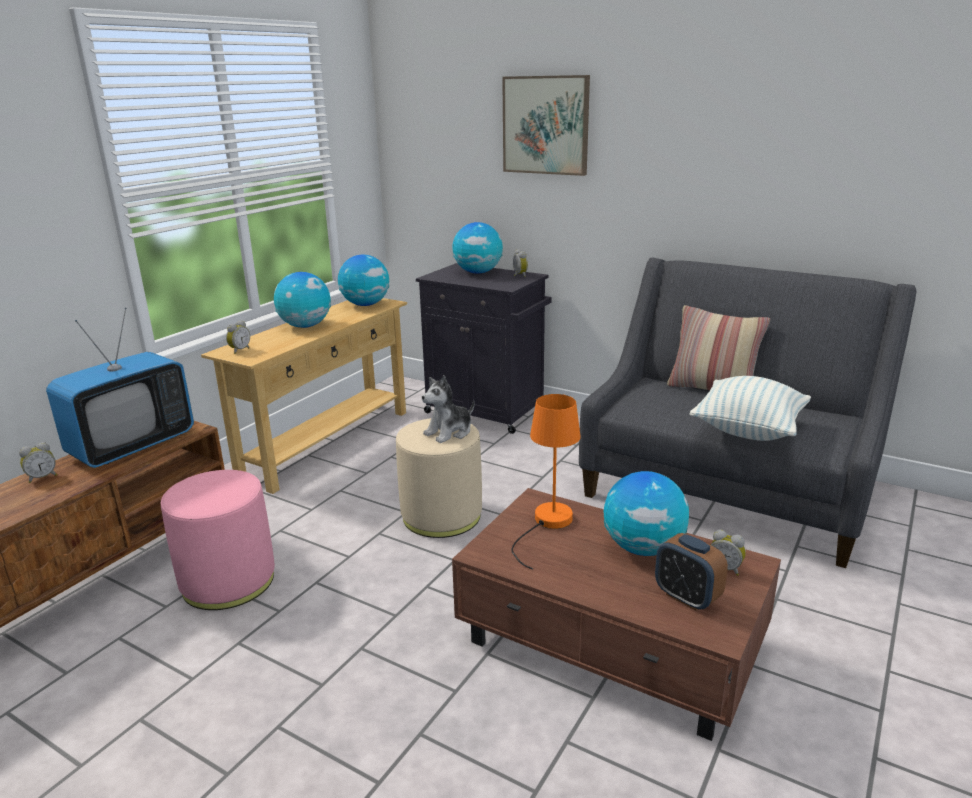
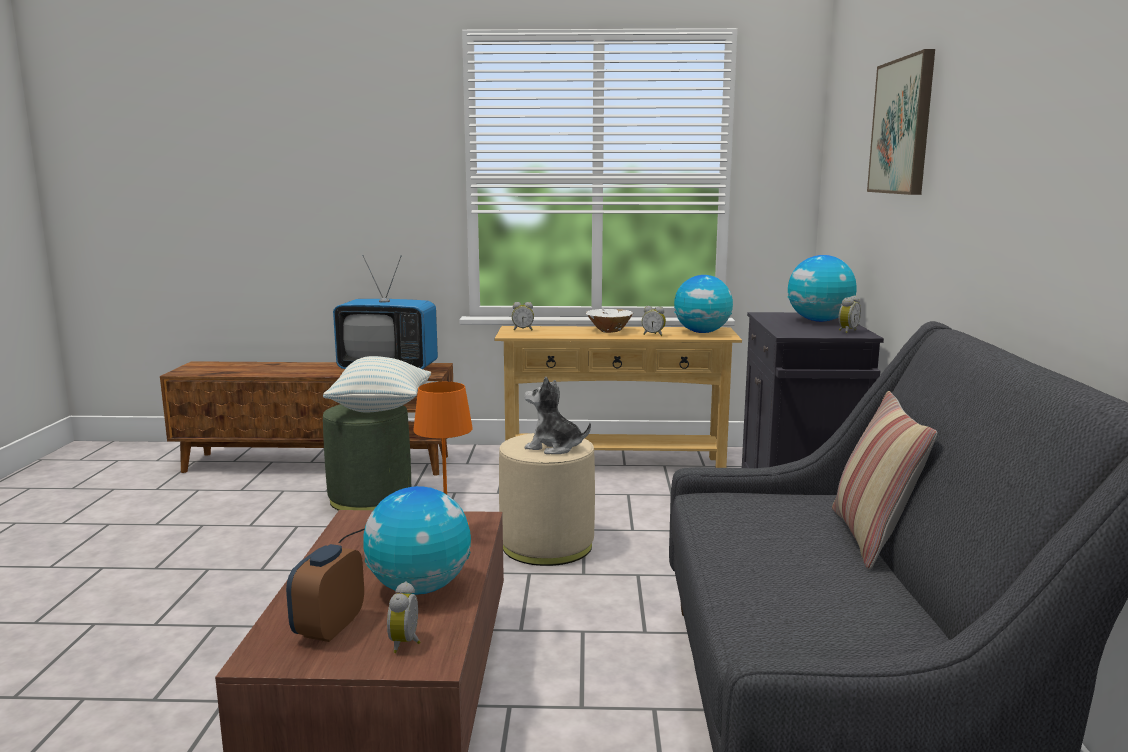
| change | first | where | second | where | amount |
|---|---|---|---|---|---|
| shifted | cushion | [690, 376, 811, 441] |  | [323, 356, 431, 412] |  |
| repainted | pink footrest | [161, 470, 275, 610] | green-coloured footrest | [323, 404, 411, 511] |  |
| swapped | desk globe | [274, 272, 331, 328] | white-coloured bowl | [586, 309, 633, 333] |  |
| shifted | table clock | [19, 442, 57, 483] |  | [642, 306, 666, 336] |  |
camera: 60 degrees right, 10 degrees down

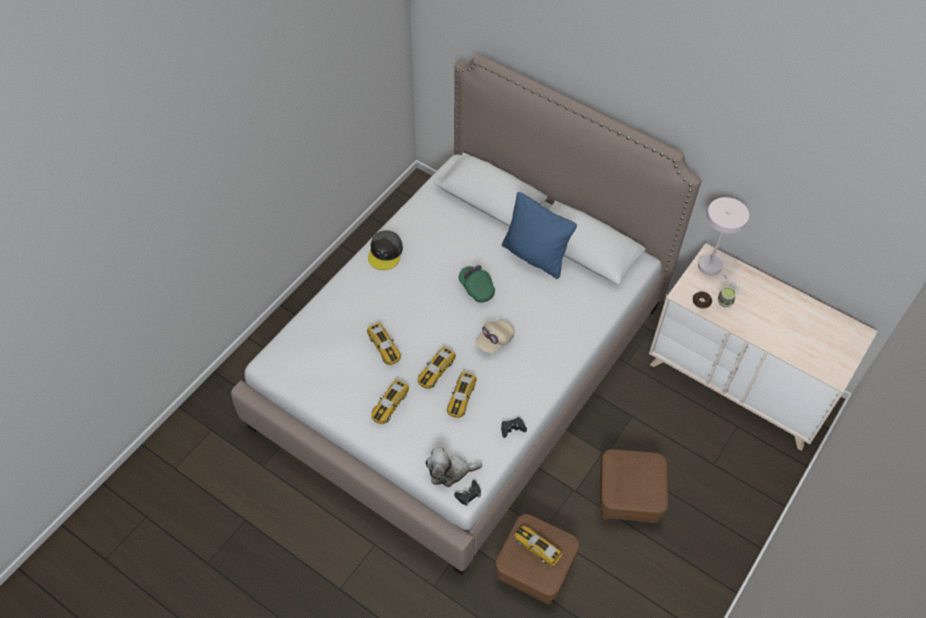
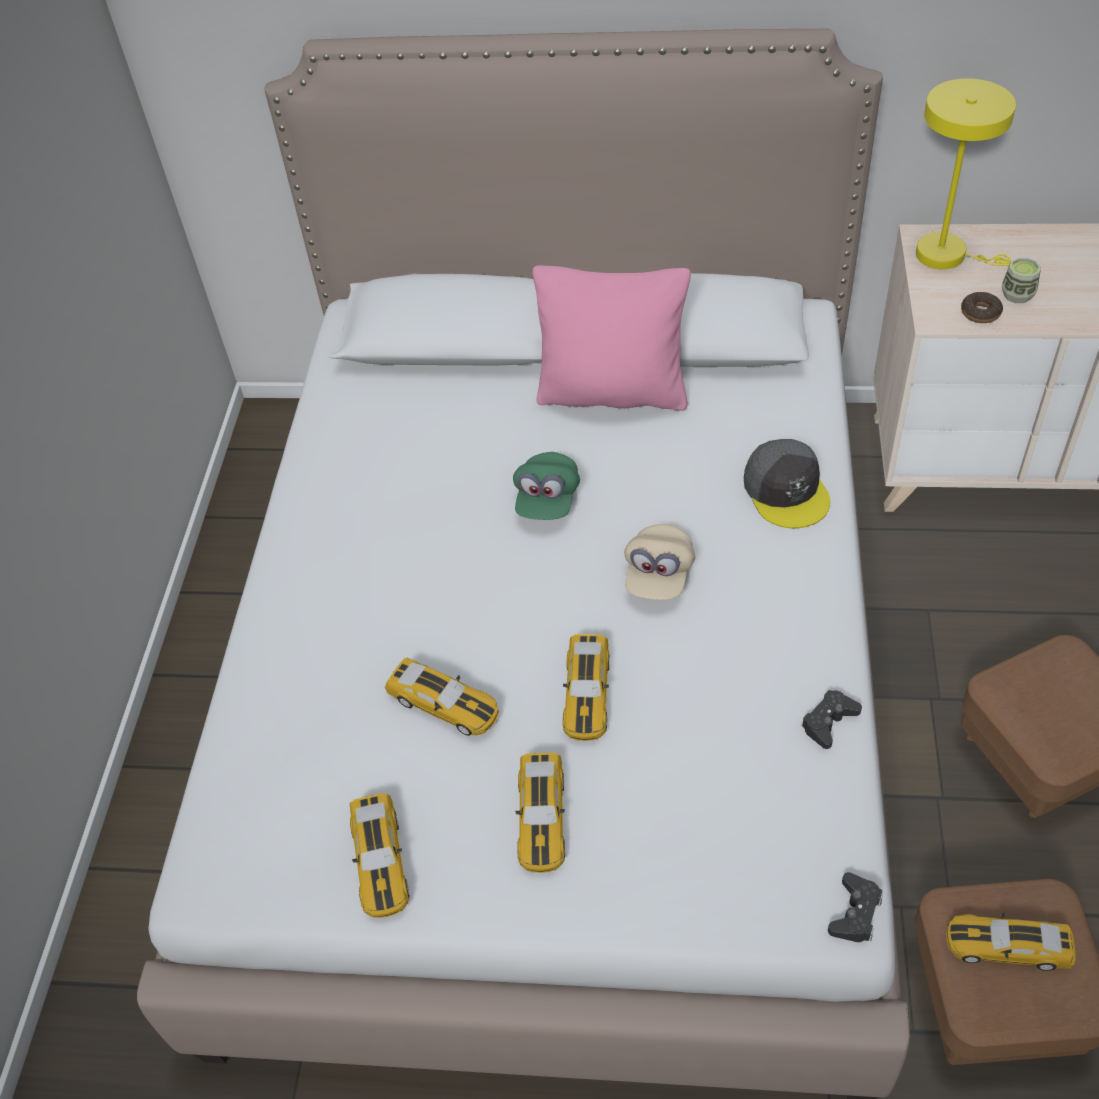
| change | first | where | second | where | amount |
|---|---|---|---|---|---|
| shifted | model car | [447, 372, 477, 418] |  | [350, 793, 410, 918] |  |
| rotated | green-coloured cap | [459, 265, 495, 303] |  | [513, 452, 580, 520] | 105 degrees counterclockwise |
| repainted | blue cushion | [502, 192, 577, 279] | pink cushion | [532, 265, 691, 411] |  |
| shifted | gray cap | [368, 230, 403, 270] |  | [744, 439, 830, 528] |  |
| repainted | white-coloured tabletop lamp | [698, 197, 749, 294] | yellow-coloured tabletop lamp | [916, 78, 1016, 269] |  |
| gone | soft toy | [425, 447, 482, 487] |  |  |  |
camera: 25 degrees left, 5 degrees down

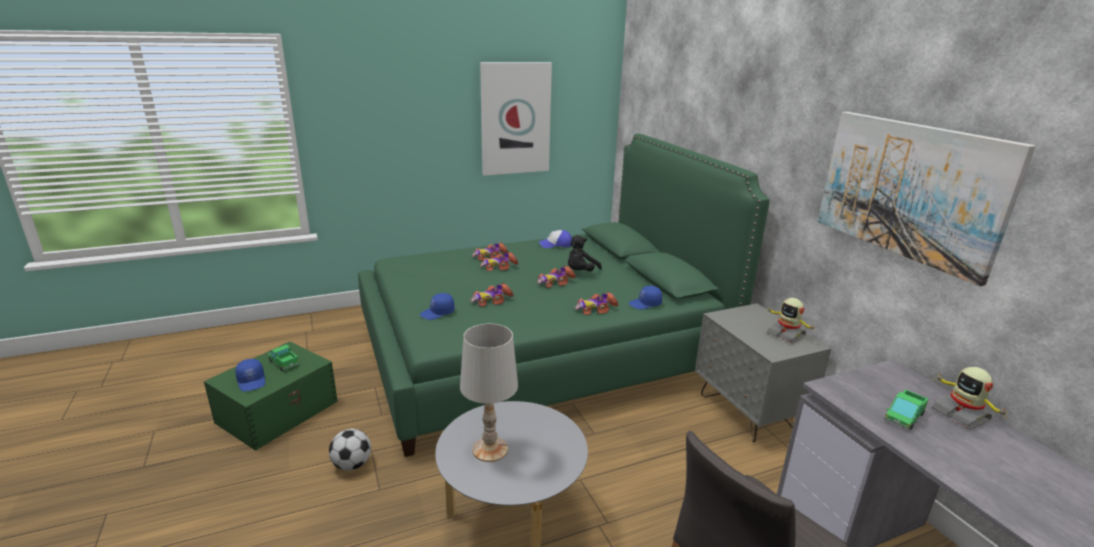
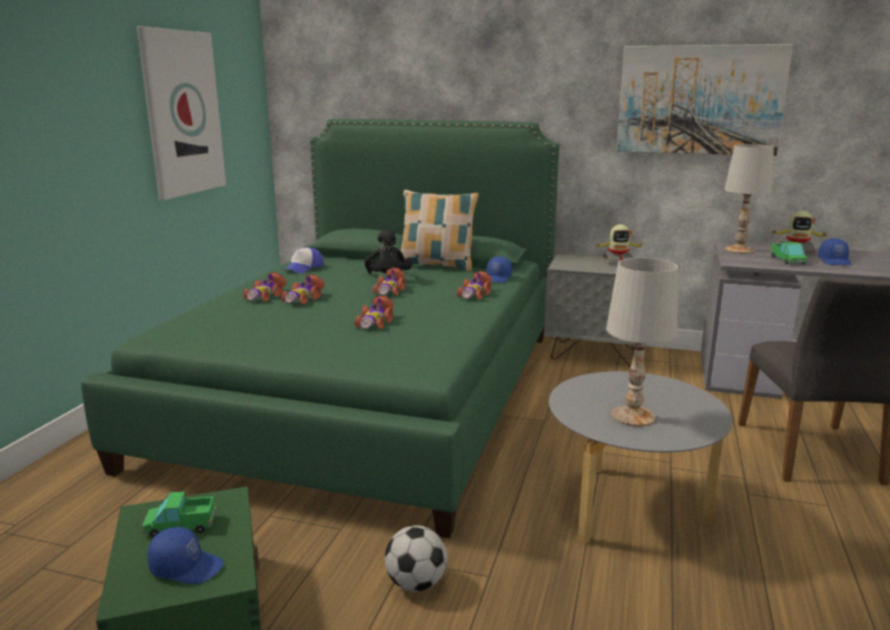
| change | first | where | second | where | amount |
|---|---|---|---|---|---|
| new |  |  | cushion | [401, 190, 479, 272] |  |
| new |  |  | white-coloured tabletop lamp | [724, 144, 774, 254] |  |
| shifted | blue cap | [420, 293, 455, 320] |  | [818, 238, 852, 265] |  |
camera: 50 degrees left, 5 degrees down

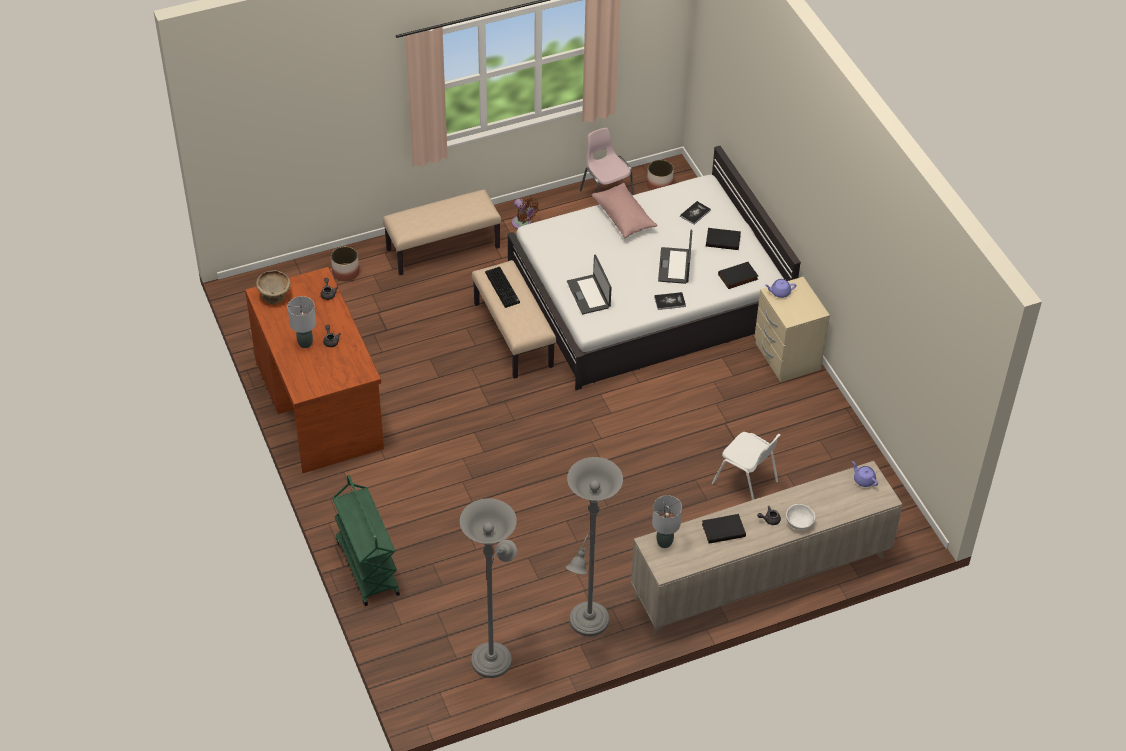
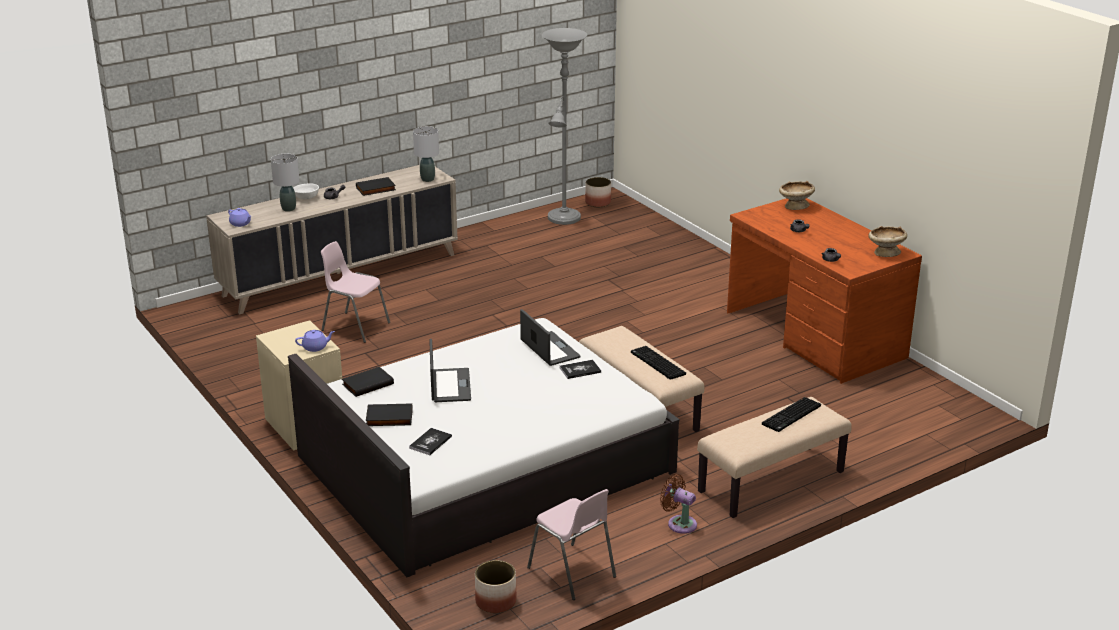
| change | first | where | second | where | amount |
|---|---|---|---|---|---|
| shifted | gray tabletop lamp | [287, 296, 316, 348] |  | [271, 154, 299, 212] |  |
| repainted | white-coloured chair | [712, 432, 781, 500] | pink chair | [321, 241, 390, 343] |  |
| shifted | volume | [654, 292, 686, 310] |  | [560, 360, 601, 379] |  |
| shifted | plant pot | [331, 246, 359, 281] |  | [585, 177, 611, 207] |  |
| new |  |  | computer keyboard | [762, 397, 821, 432] |  |
| new |  |  | beige-coloured bowl | [779, 181, 815, 210] |  |
| gone | green-coloured cart | [332, 475, 400, 606] |  |  |  |
| gone | gray standard lamp | [566, 457, 623, 637] |  |  |  |
| gone | pink cushion | [592, 183, 657, 238] |  |  |  |
camera: 170 degrees right, 20 degrees down

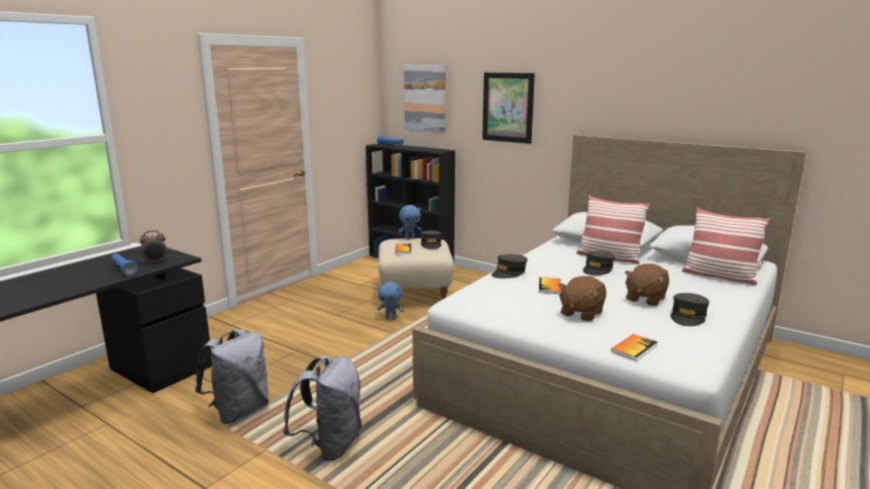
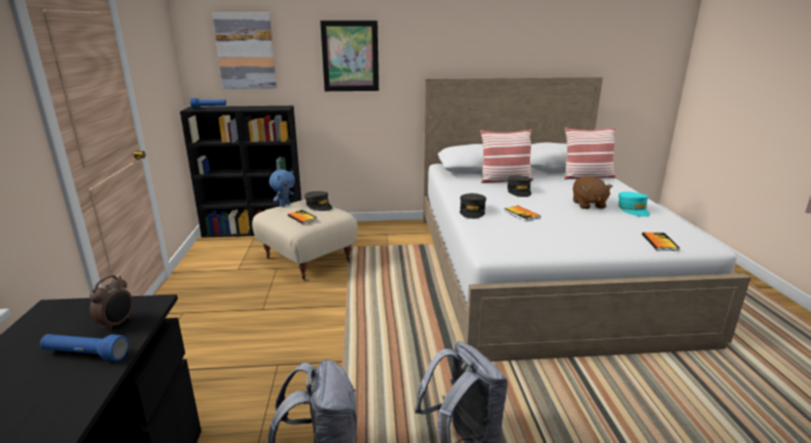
| change | first | where | second | where | amount |
|---|---|---|---|---|---|
| repainted | gray cap | [671, 293, 709, 326] | turquoise cap | [618, 192, 650, 217] |  |
| gone | blue soft toy | [377, 281, 404, 319] |  |  |  |
| gone | brownish soft toy | [558, 276, 606, 321] |  |  |  |
camera: 40 degrees left, 5 degrees up

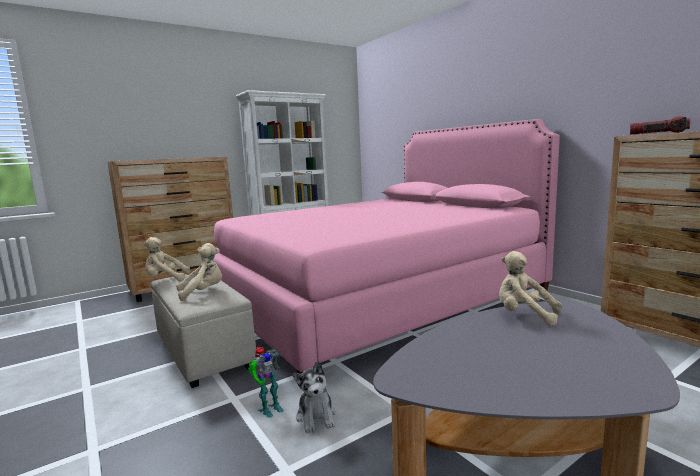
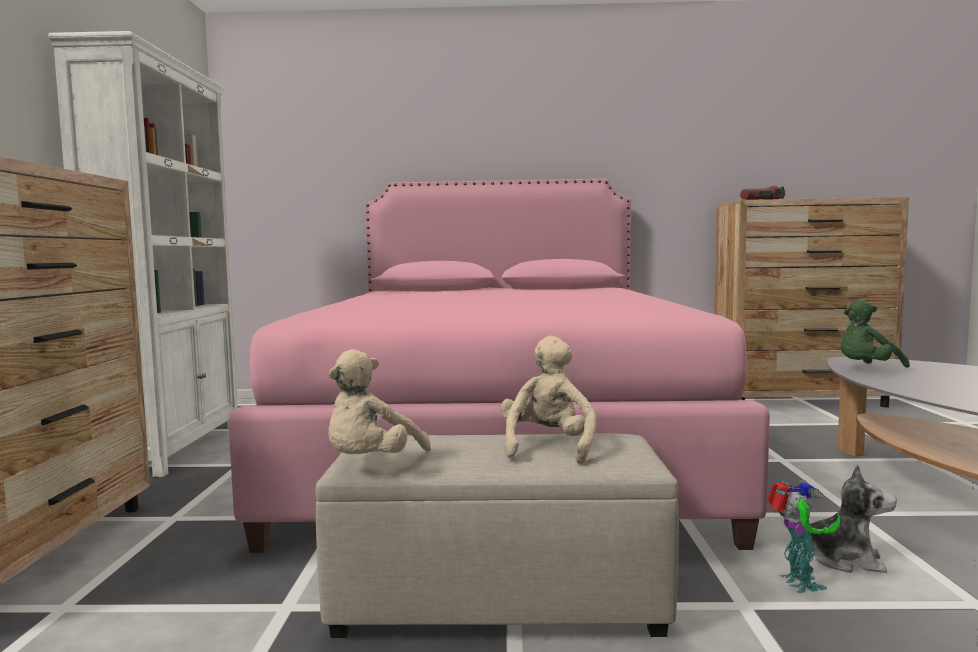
| change | first | where | second | where | amount |
|---|---|---|---|---|---|
| repainted | beige-coloured soft toy | [499, 251, 562, 326] | green-coloured soft toy | [841, 299, 910, 368] |  |
camera: 55 degrees left, 5 degrees down

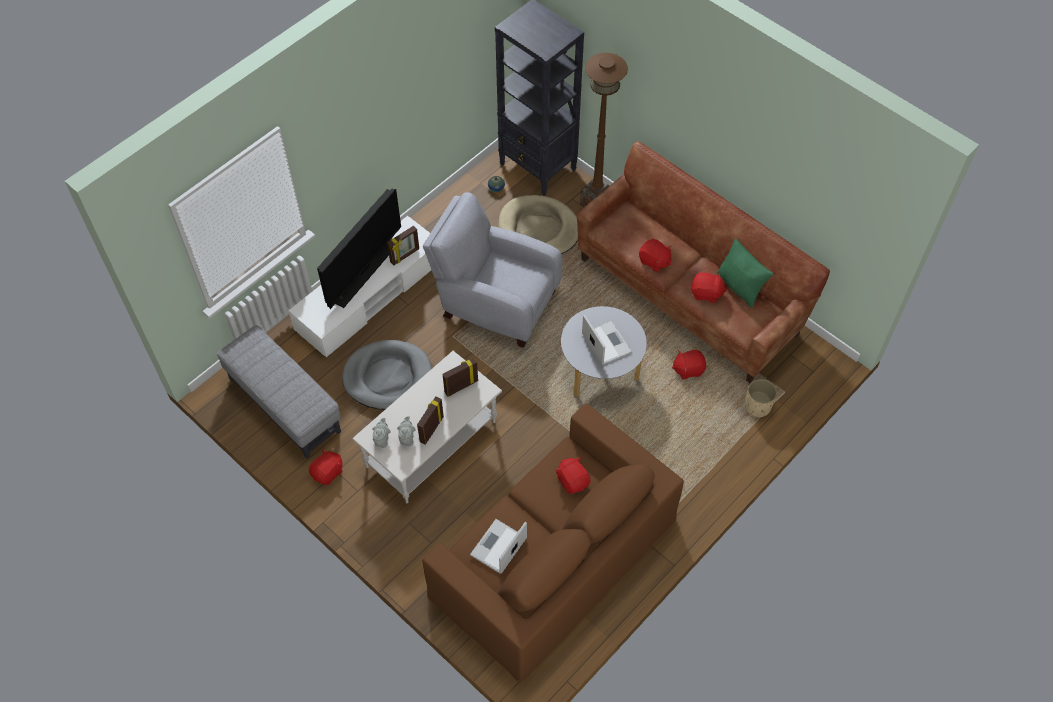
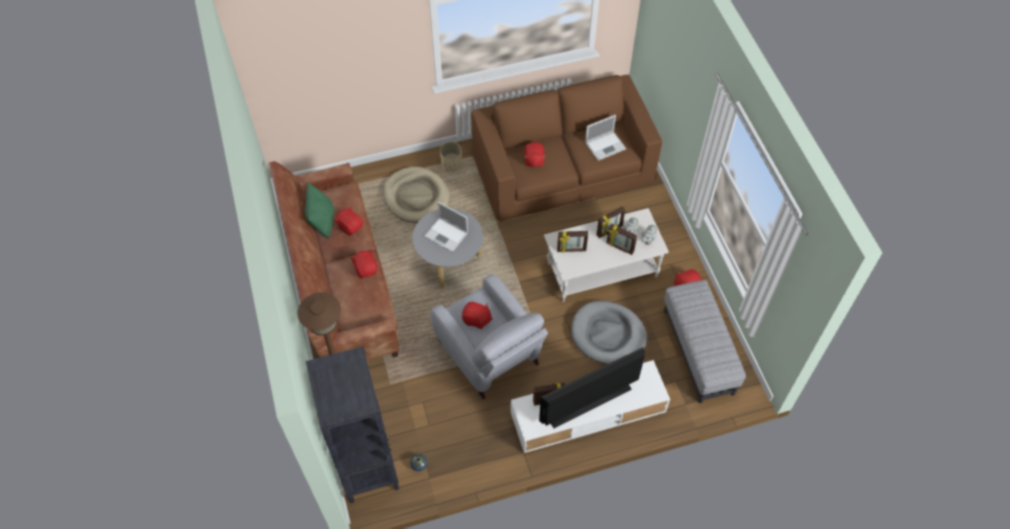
| change | first | where | second | where | amount |
|---|---|---|---|---|---|
| shifted | beige-coloured pet bed | [498, 195, 578, 254] |  | [383, 167, 450, 223] |  |
| rotated | portable computer | [582, 315, 632, 365] |  | [424, 202, 468, 252] | 60 degrees counterclockwise |
| shifted | beige-coloured plant pot | [745, 379, 777, 418] |  | [440, 142, 462, 172] |  |
| shifted | red soft toy | [672, 350, 706, 379] |  | [462, 302, 493, 329] |  |
| new |  |  | standing frame | [606, 223, 637, 255] |  |
camera: 150 degrees left, 0 degrees up

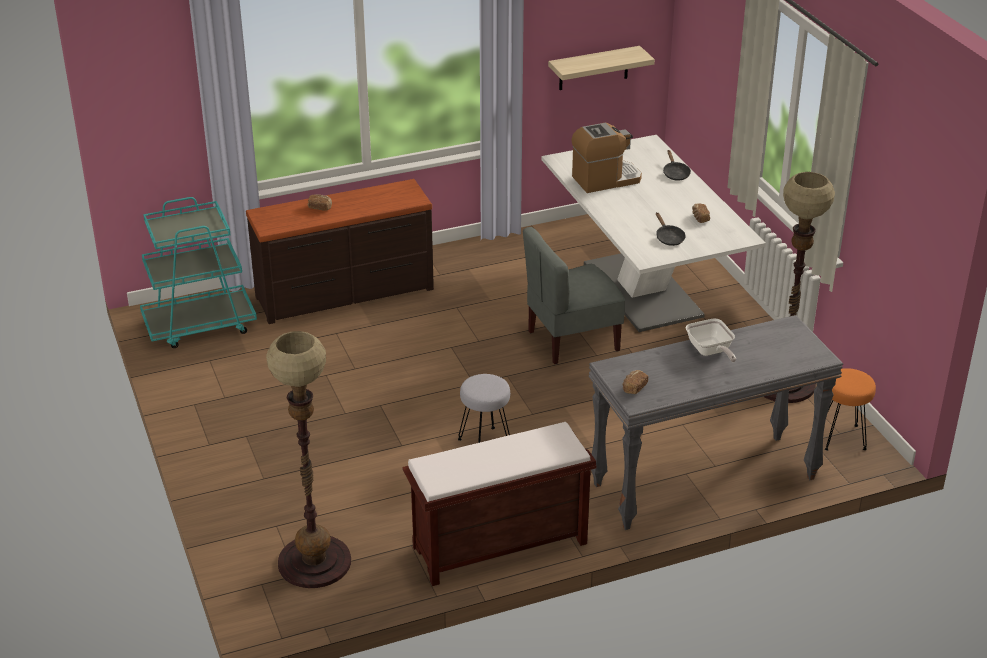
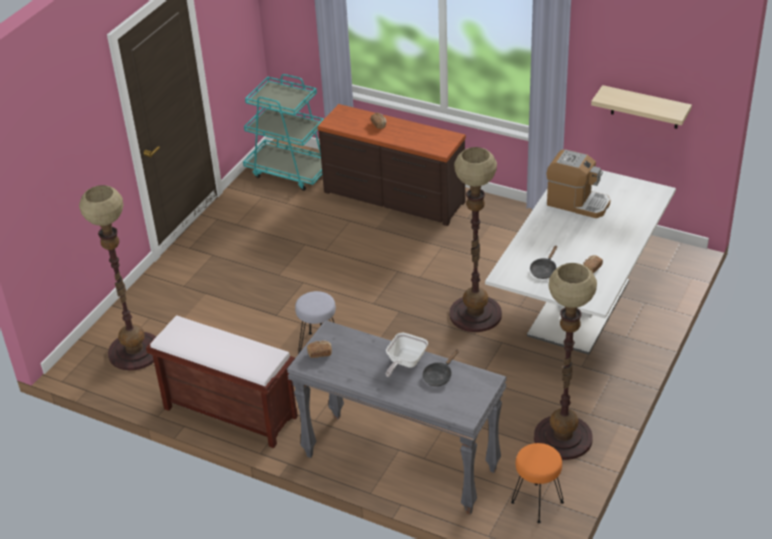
| change | first | where | second | where | amount |
|---|---|---|---|---|---|
| shifted | black frying pan | [663, 150, 691, 181] |  | [422, 349, 459, 387] |  |
| swapped | gray chair | [523, 227, 625, 364] | standard lamp | [449, 147, 502, 332] |  |
camera: 50 degrees right, 5 degrees up

